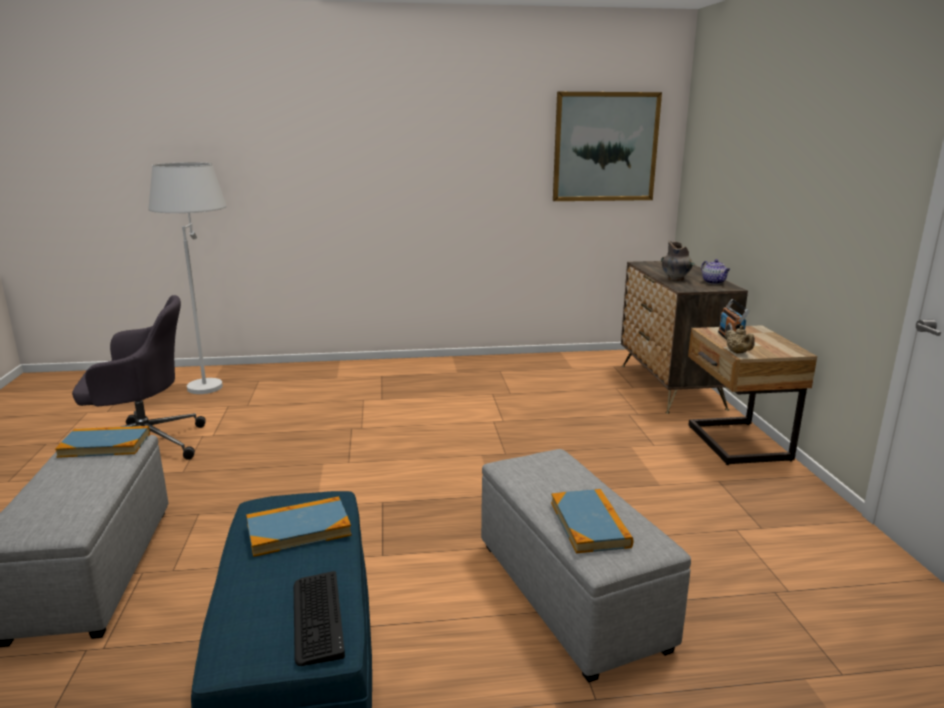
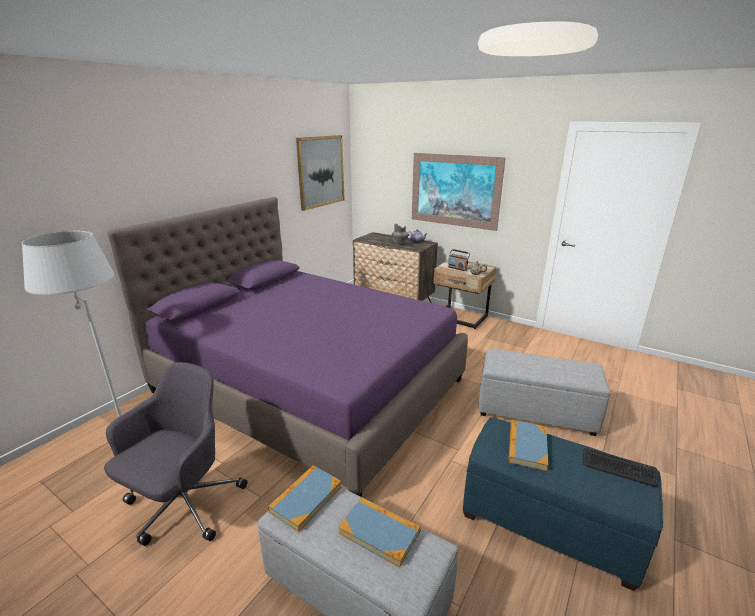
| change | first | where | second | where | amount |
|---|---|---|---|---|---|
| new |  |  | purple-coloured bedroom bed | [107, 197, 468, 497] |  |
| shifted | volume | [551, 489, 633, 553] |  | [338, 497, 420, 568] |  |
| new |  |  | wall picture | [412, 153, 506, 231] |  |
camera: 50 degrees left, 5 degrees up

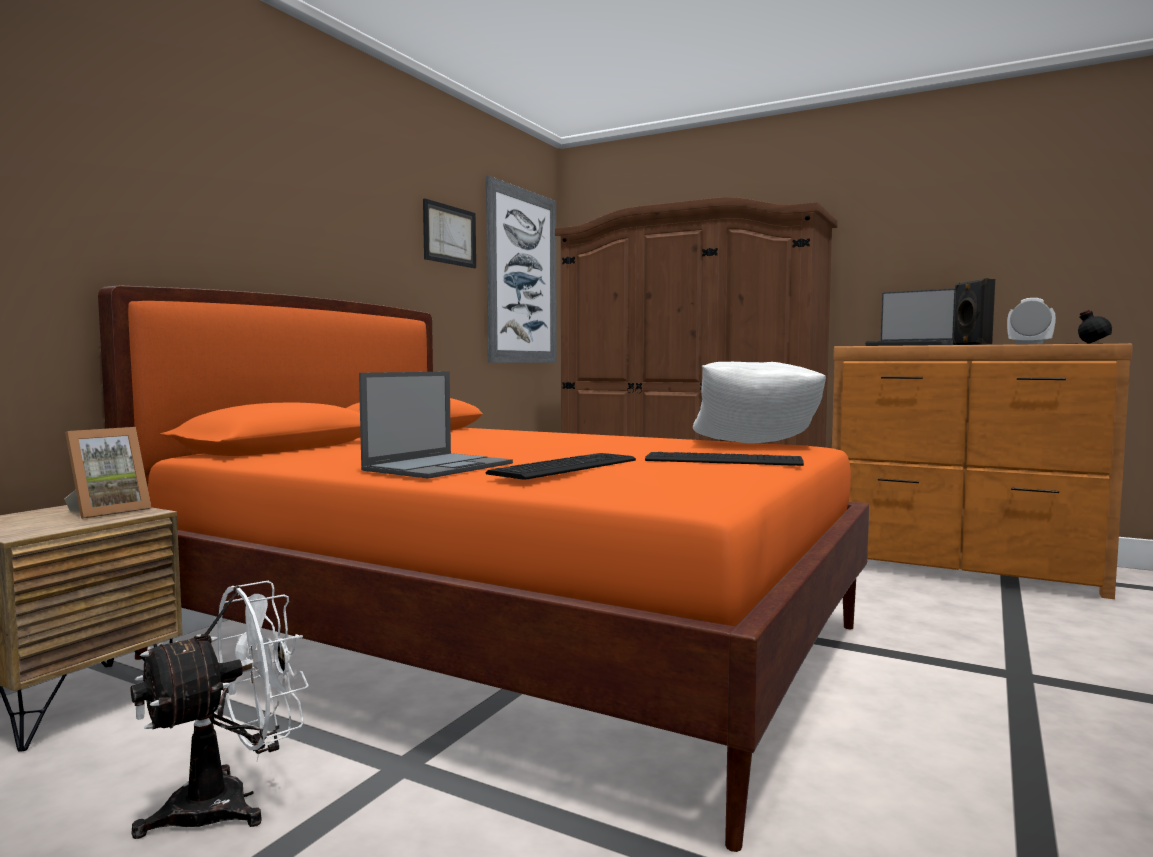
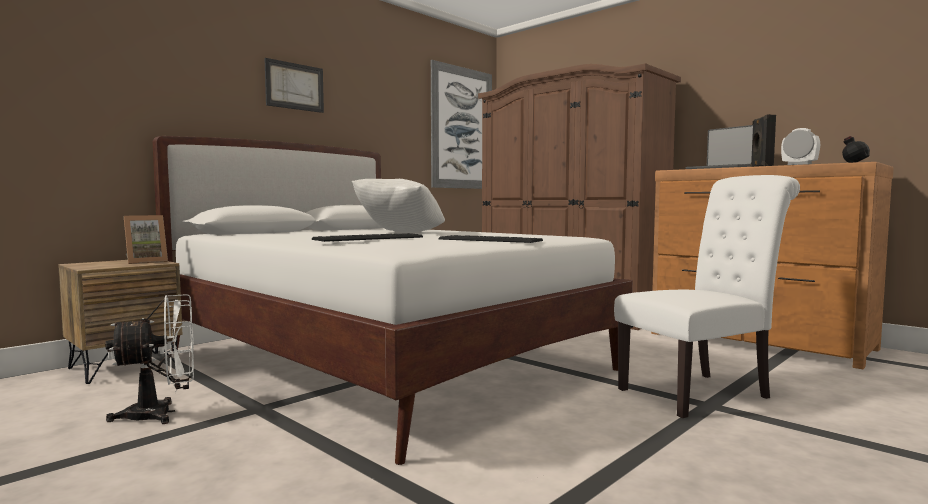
| change | first | where | second | where | amount |
|---|---|---|---|---|---|
| repainted | orangey bedroom bed | [98, 285, 870, 852] | white-coloured bedroom bed | [153, 136, 633, 465] |  |
| shifted | wall picture | [423, 198, 476, 268] |  | [264, 58, 324, 113] |  |
| shifted | white-coloured cushion | [693, 362, 826, 443] |  | [352, 179, 445, 233] |  |
| new |  |  | white-coloured chair | [614, 175, 800, 418] |  |
| gone | portable computer | [359, 371, 513, 479] |  |  |  |
camera: 15 degrees right, 0 degrees up

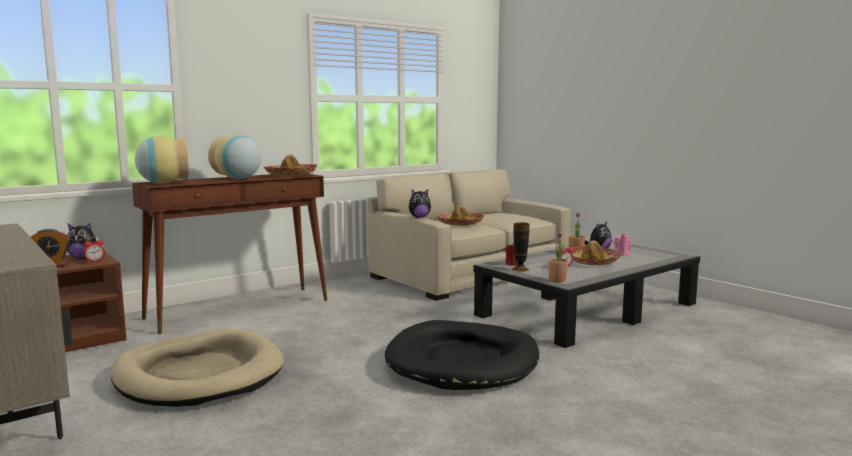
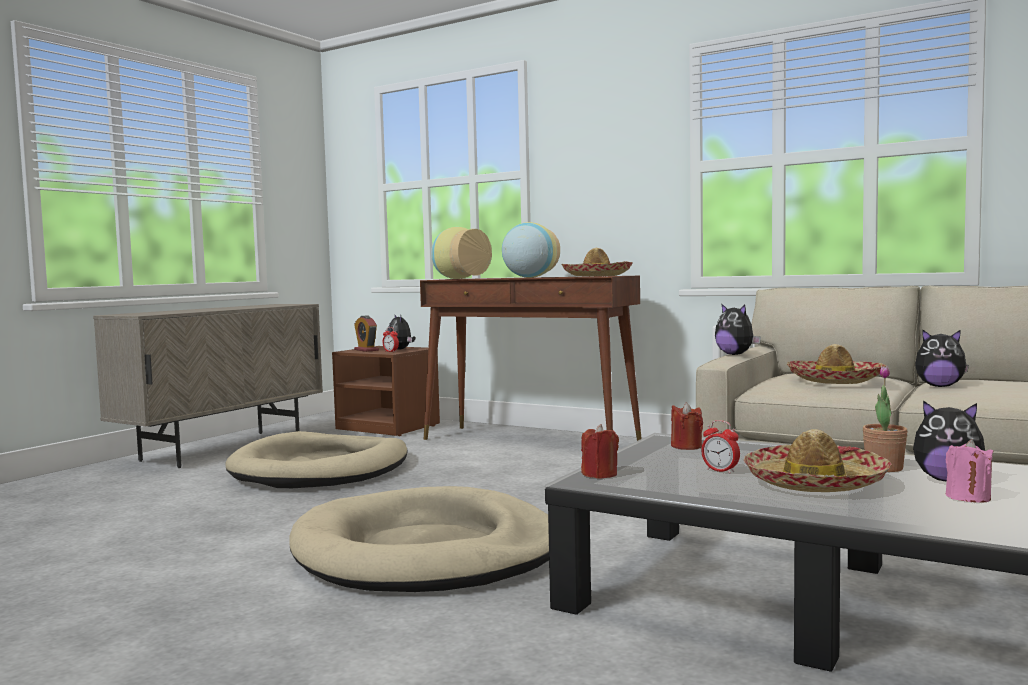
| change | first | where | second | where | amount |
|---|---|---|---|---|---|
| repainted | black pet bed | [385, 320, 539, 390] | beige-coloured pet bed | [289, 486, 549, 592] |  |
| swapped | potted plant | [548, 232, 568, 282] | red wax candle | [581, 424, 619, 479] |  |
| new |  |  | soft toy | [915, 330, 969, 387] |  |
| gone | vase | [512, 222, 529, 272] |  |  |  |
camera: 70 degrees right, 5 degrees down

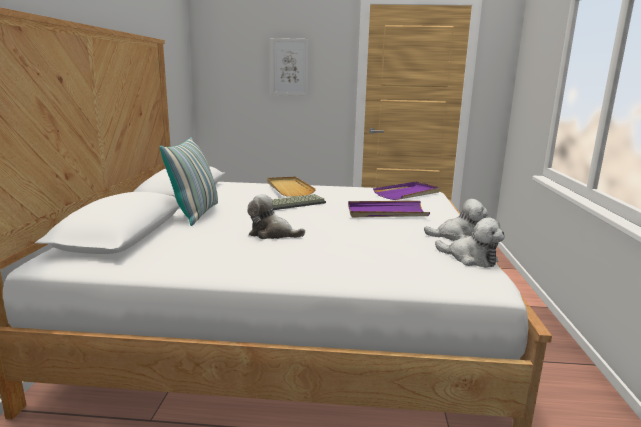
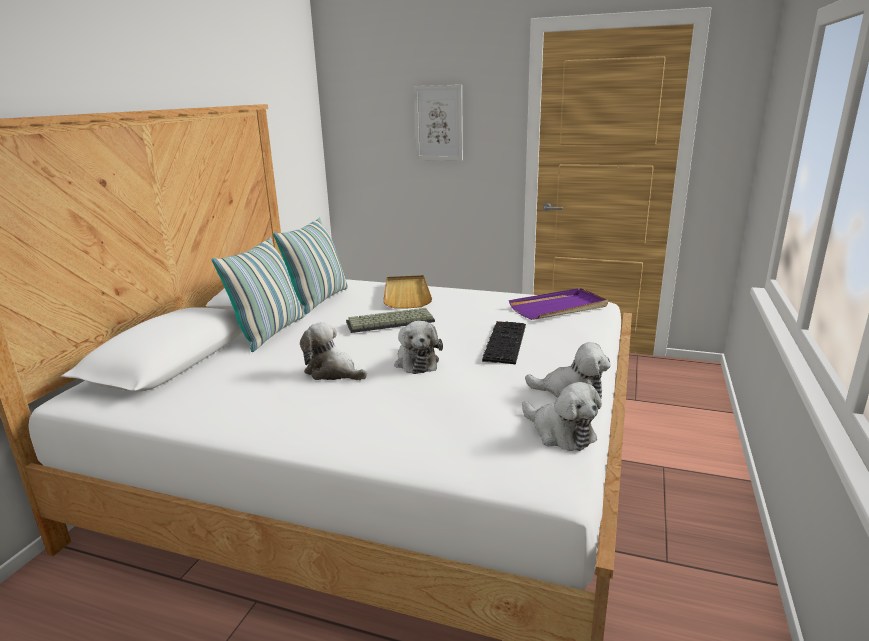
| change | first | where | second | where | amount |
|---|---|---|---|---|---|
| new |  |  | cushion | [273, 217, 348, 315] |  |
| new |  |  | soft toy | [394, 321, 443, 374] |  |
| swapped | purple-coloured tray | [348, 201, 430, 217] | computer keyboard | [482, 321, 526, 364] |  |
camera: 15 degrees right, 5 degrees up

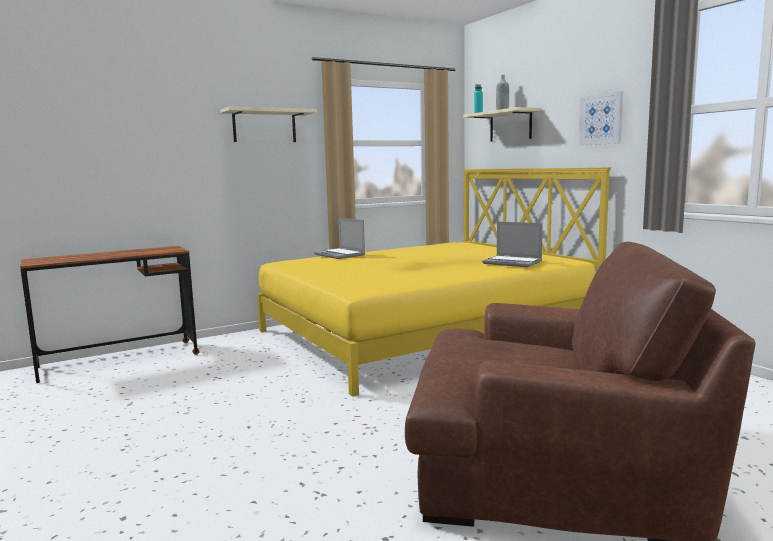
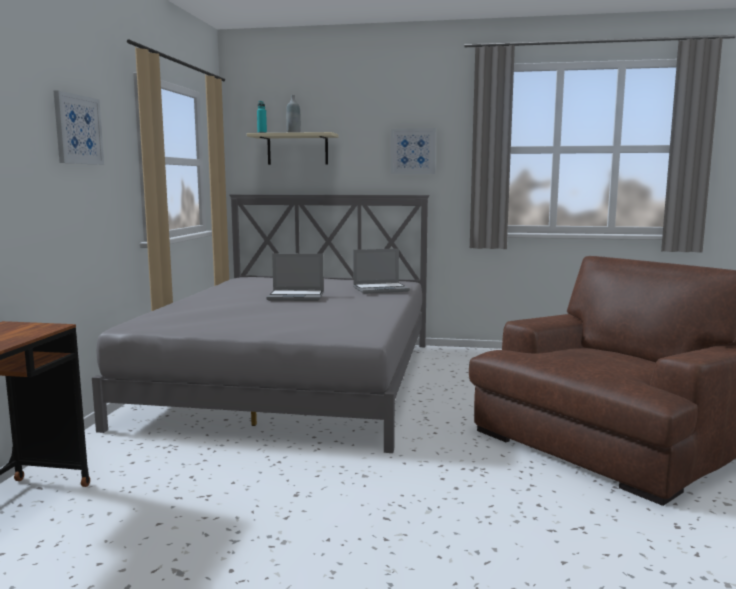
| change | first | where | second | where | amount |
|---|---|---|---|---|---|
| swapped | beige-coloured wall shelf | [220, 106, 317, 142] | wall picture | [54, 91, 104, 165] |  |
| repainted | yellow-coloured bedroom bed | [257, 167, 611, 397] | gray bedroom bed | [92, 194, 429, 453] |  |
| shifted | portable computer | [314, 218, 365, 259] |  | [266, 253, 324, 301] |  |
camera: 50 degrees left, 0 degrees up

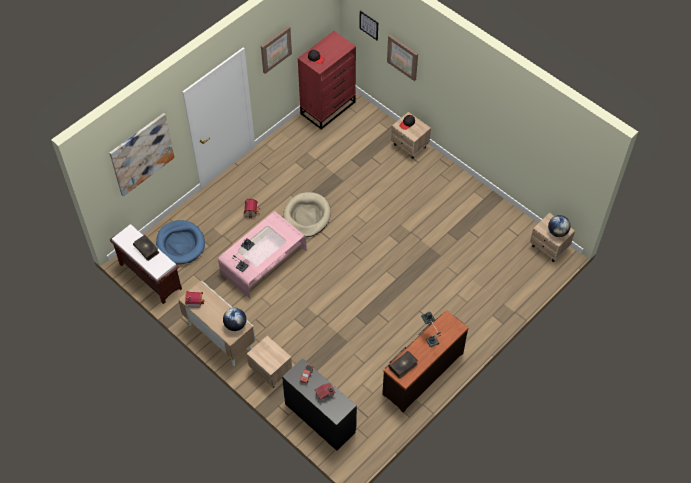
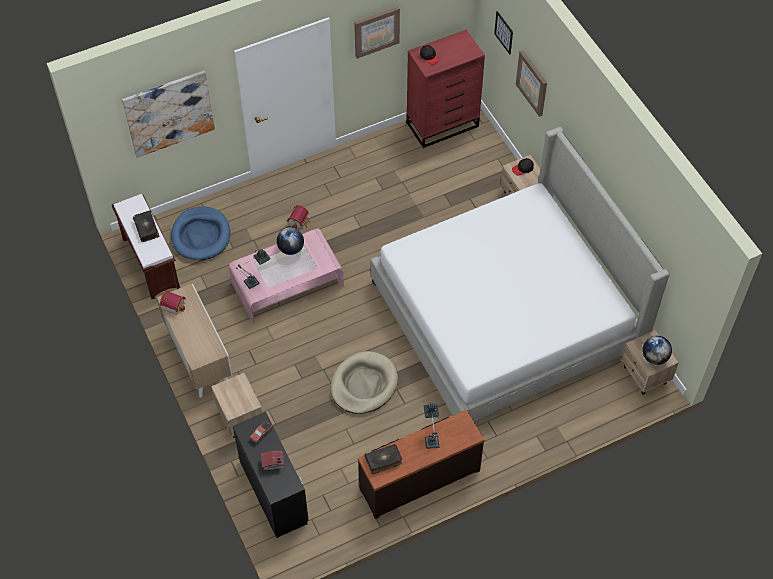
| change | first | where | second | where | amount |
|---|---|---|---|---|---|
| shifted | desk globe | [223, 308, 246, 331] |  | [277, 227, 304, 255] |  |
| shifted | beige-coloured pet bed | [283, 192, 331, 237] |  | [331, 351, 398, 414] |  |
| new |  |  | bedroom bed | [371, 127, 670, 422] |  |
camera: 20 degrees right, 0 degrees up

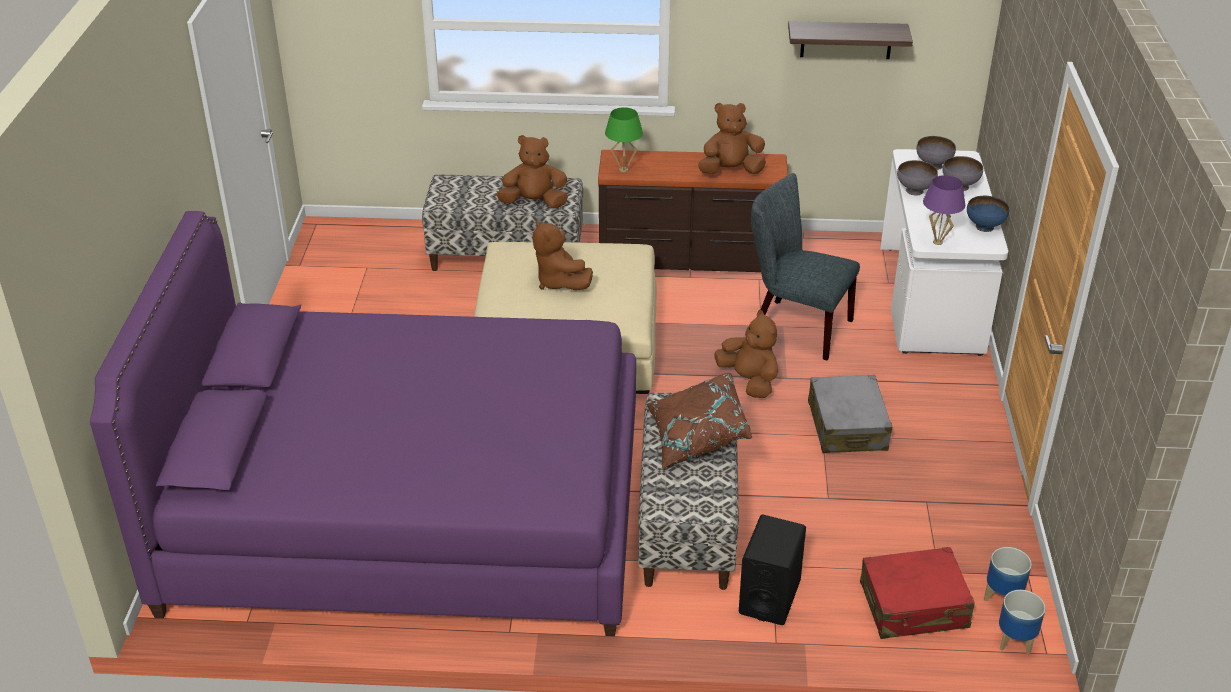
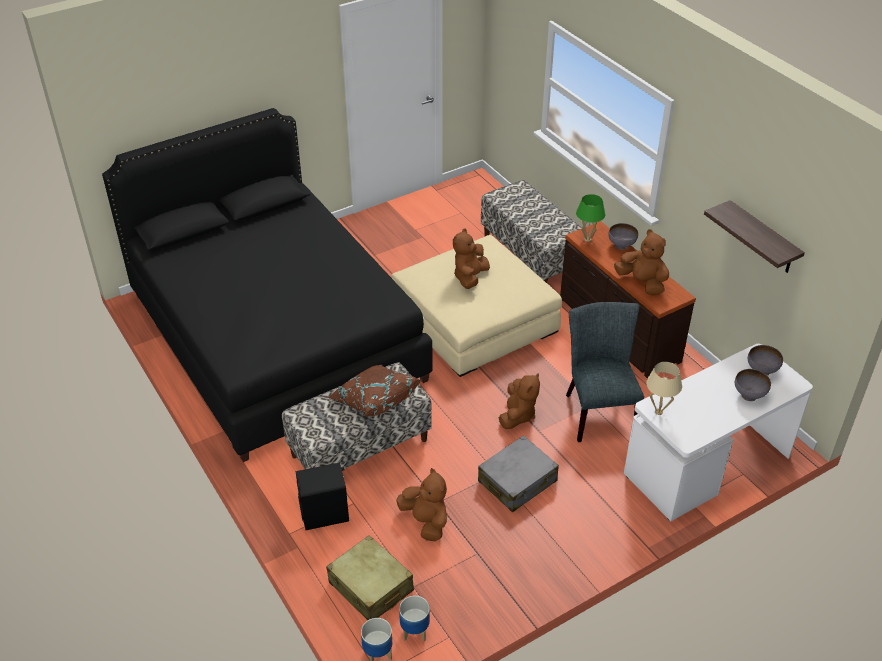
| change | first | where | second | where | amount |
|---|---|---|---|---|---|
| repainted | purple-coloured bedroom bed | [90, 211, 636, 636] | black bedroom bed | [102, 108, 433, 462] |  |
| repainted | red travel case | [860, 547, 975, 639] | beige-coloured travel case | [326, 535, 414, 620] |  |
| shifted | brownish soft toy | [496, 135, 568, 208] |  | [396, 468, 447, 541] |  |
| shifted | gray bowl | [897, 160, 938, 196] |  | [608, 223, 638, 250] |  |
| repainted | purple-coloured tabletop lamp | [923, 175, 965, 245] | beige-coloured tabletop lamp | [646, 362, 682, 415] |  |
| gone | blue bowl | [967, 196, 1009, 232] |  |  |  |
camera: 55 degrees right, 5 degrees up

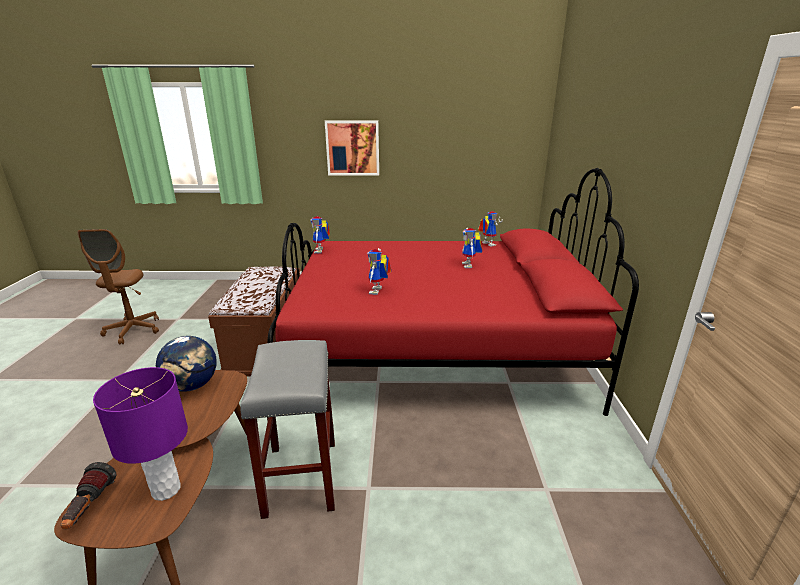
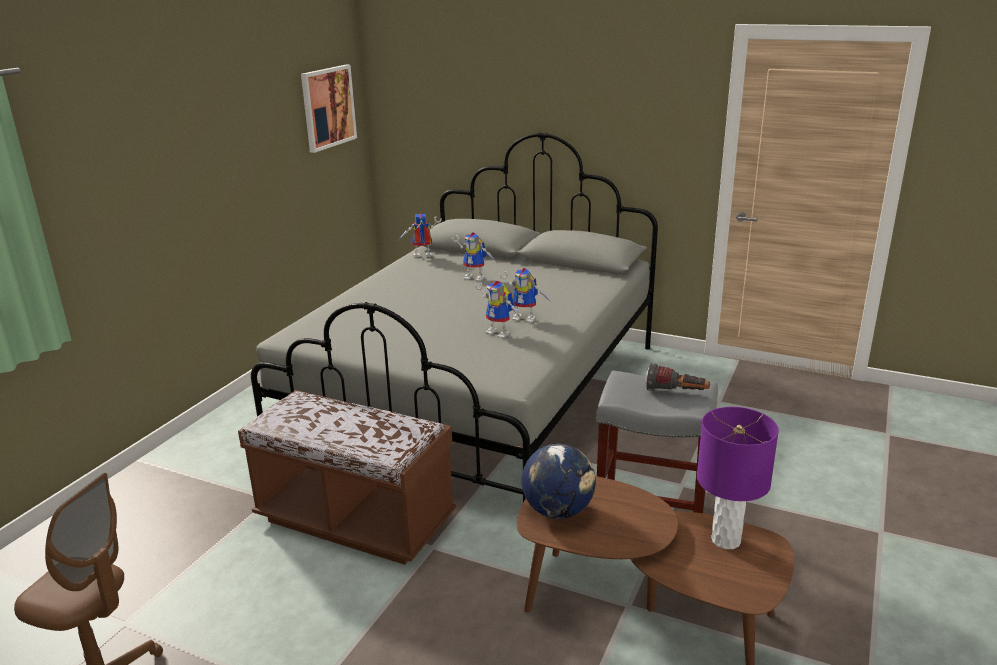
| change | first | where | second | where | amount |
|---|---|---|---|---|---|
| repainted | red bedroom bed | [267, 168, 639, 416] | gray bedroom bed | [251, 132, 658, 503] |  |
| shifted | wall picture | [325, 121, 379, 175] |  | [301, 65, 357, 153] |  |
| shifted | model robot | [310, 216, 330, 254] |  | [499, 268, 552, 323] |  |
| shifted | hand torch | [61, 462, 117, 529] |  | [646, 363, 710, 391] |  |
camera: 65 degrees left, 0 degrees up

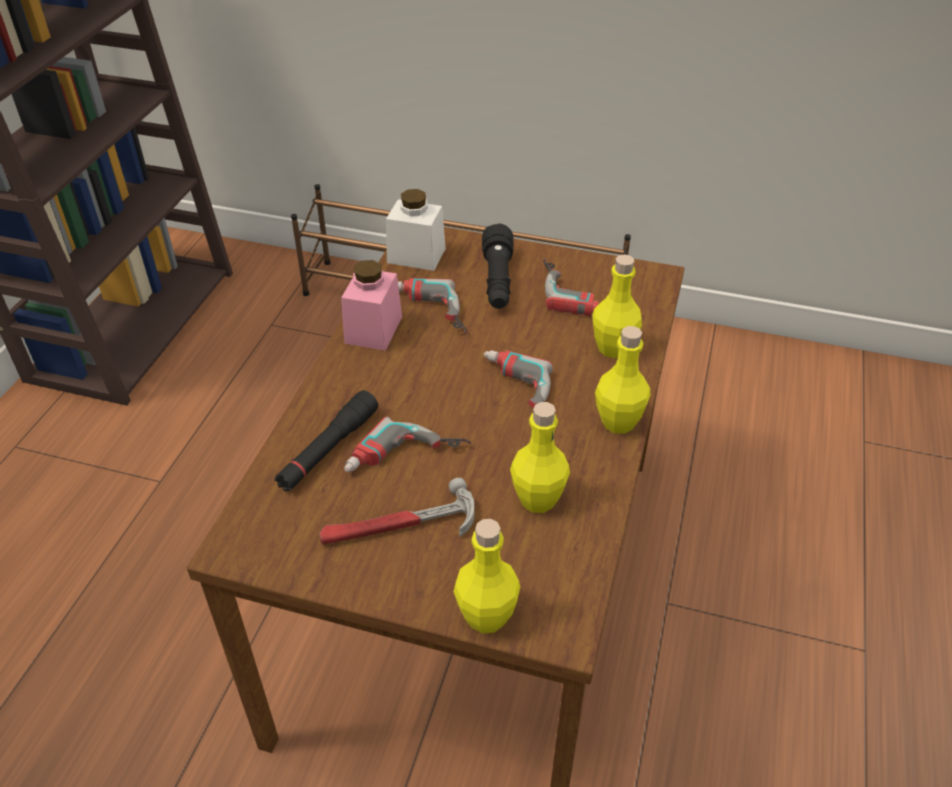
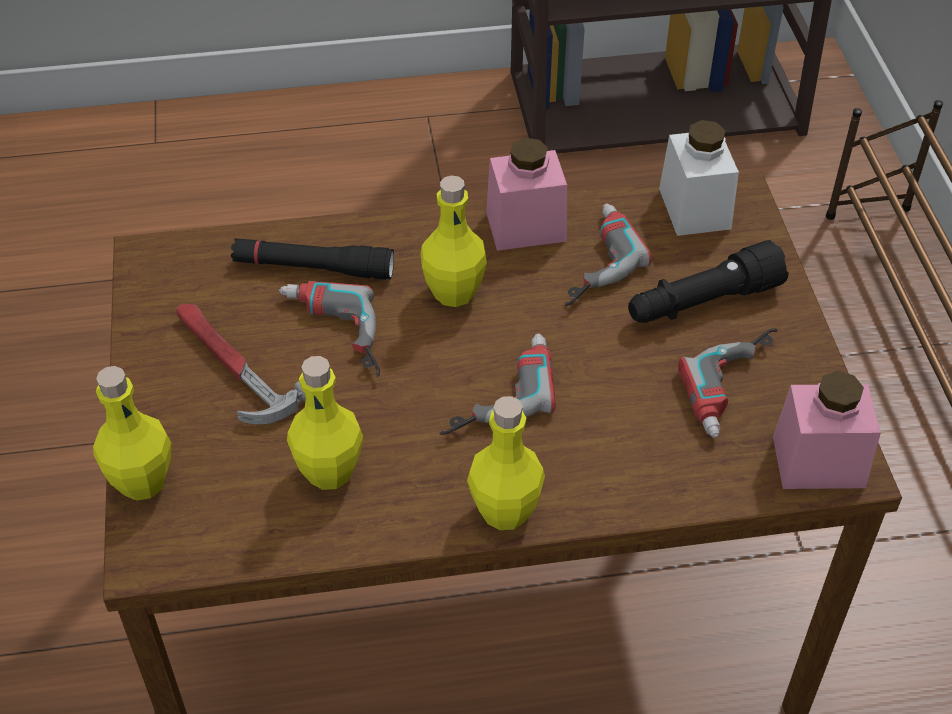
| change | first | where | second | where | amount |
|---|---|---|---|---|---|
| shifted | yellow-coloured bottle | [592, 254, 642, 358] |  | [421, 175, 487, 307] |  |
| new |  |  | pink preserve jar | [773, 371, 881, 489] |  |
camera: 65 degrees right, 5 degrees up

